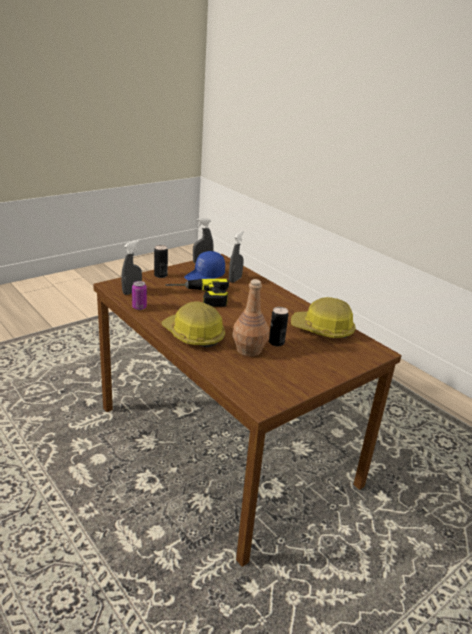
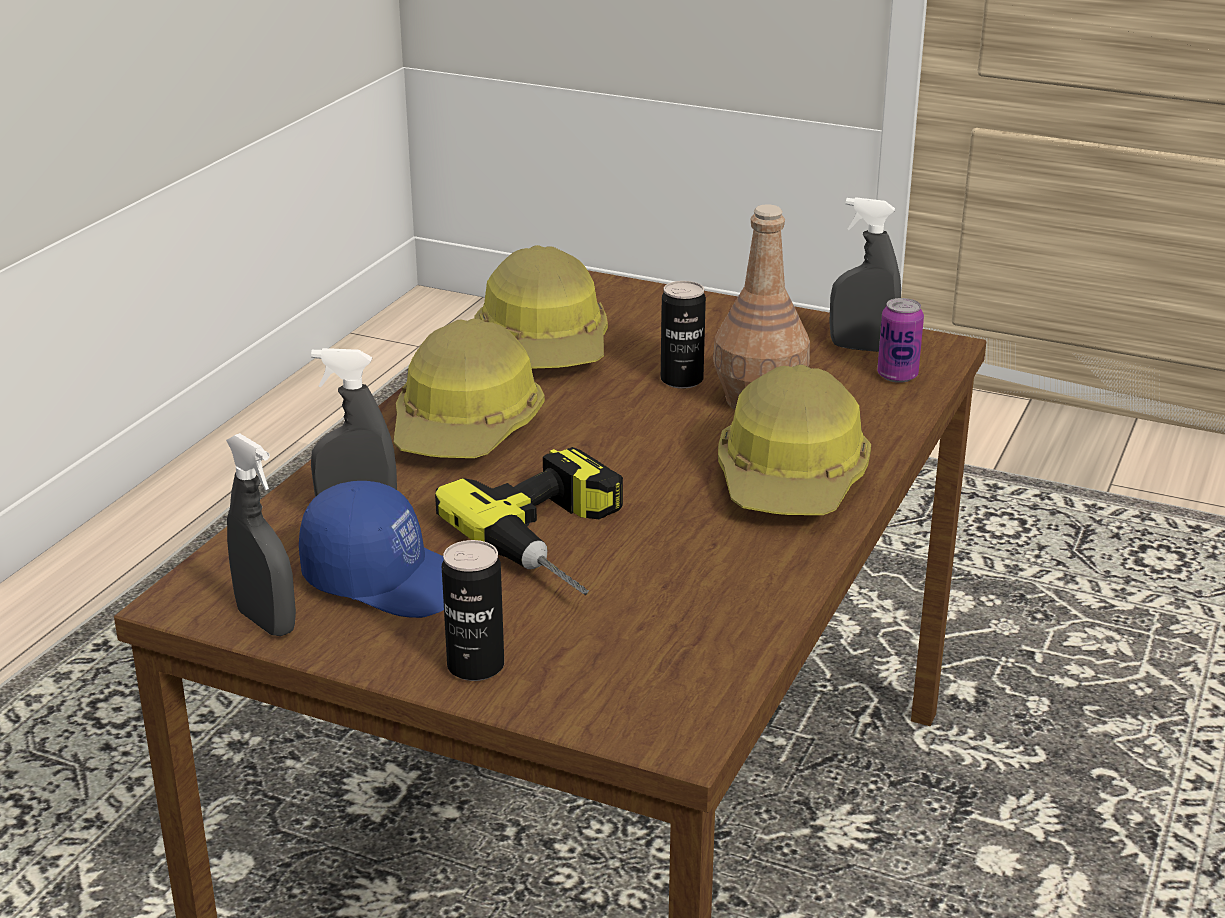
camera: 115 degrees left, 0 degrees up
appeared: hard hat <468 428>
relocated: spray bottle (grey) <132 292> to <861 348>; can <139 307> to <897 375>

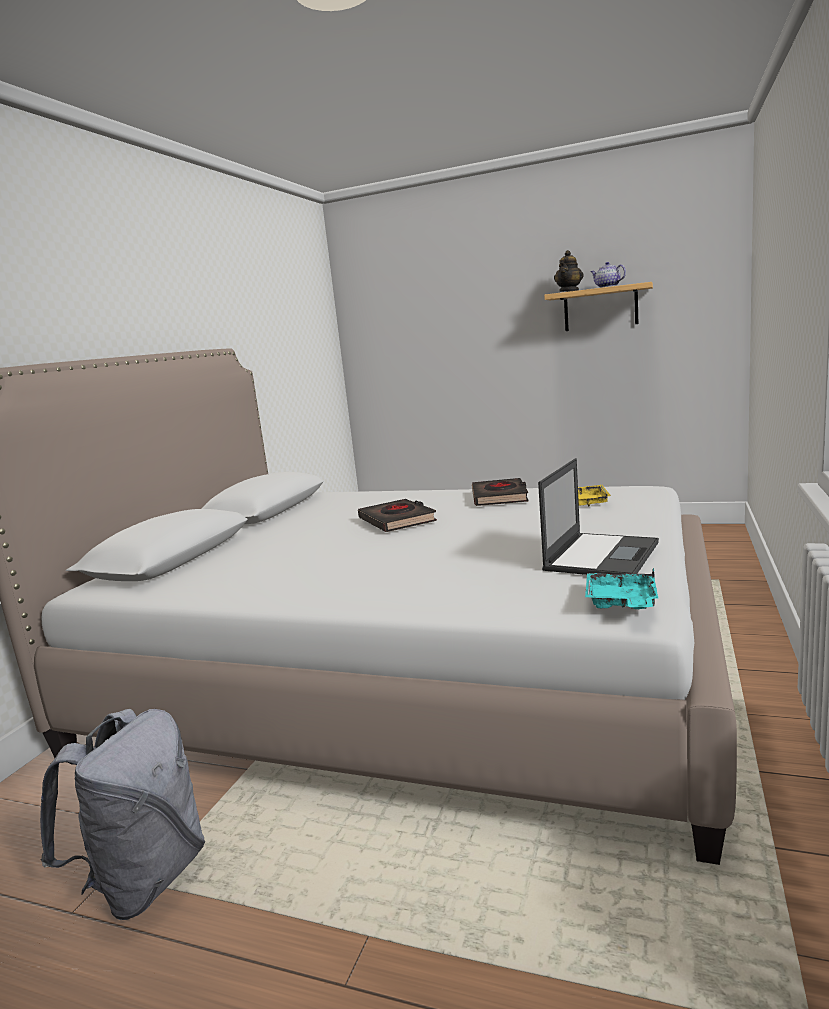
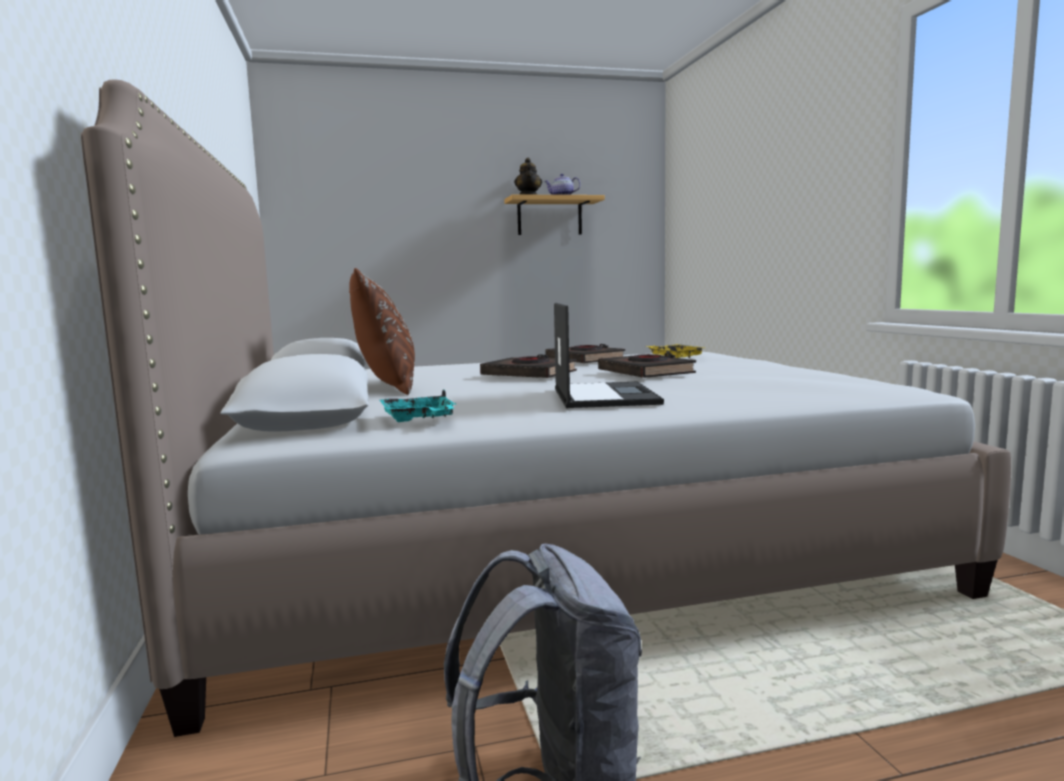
camera: 35 degrees left, 5 degrees down
appeared: pillow (brown) <386 387>; book (black) <646 373>
relocated: laptop <602 555> to <603 396>; tray (turquoise) <621 603> to <419 420>

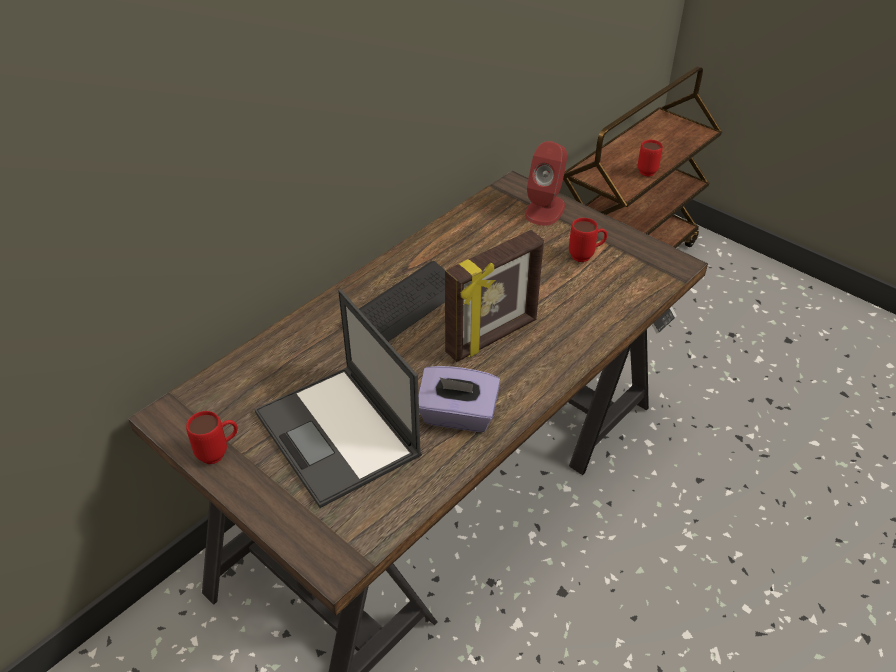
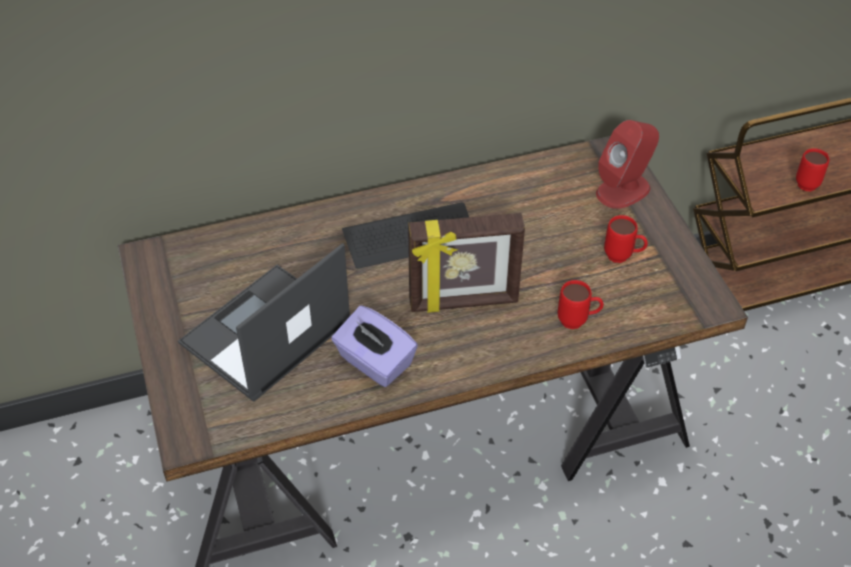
camera: 30 degrees right, 5 degrees up
relocated: mug (red) <219 453> to <578 322>
spun: laptop <338 435> = <265 334> 45 degrees clockwise

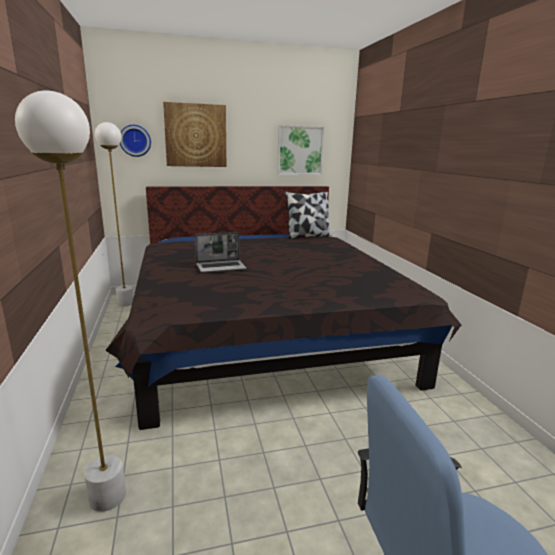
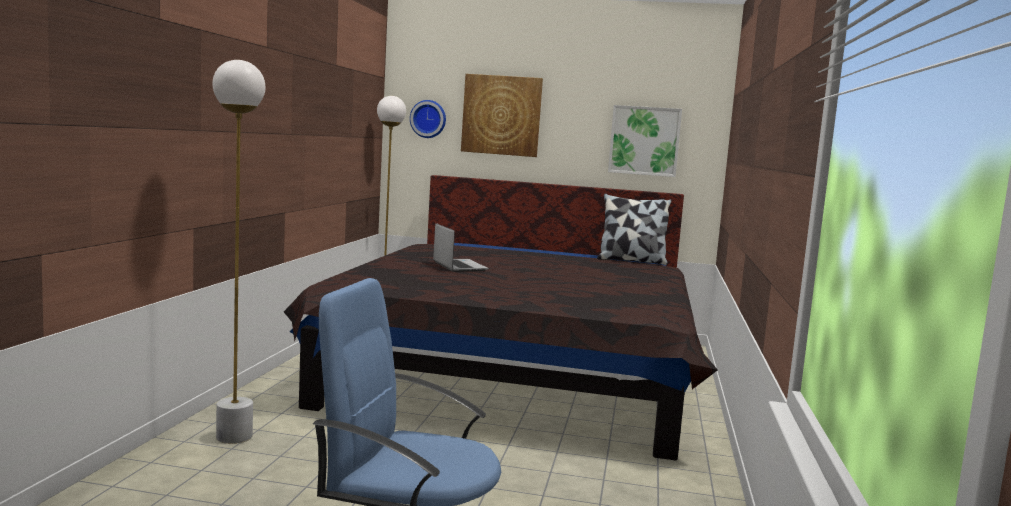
camera: 25 degrees right, 10 degrees down
spun: laptop <221 267> = <458 266> 120 degrees counterclockwise

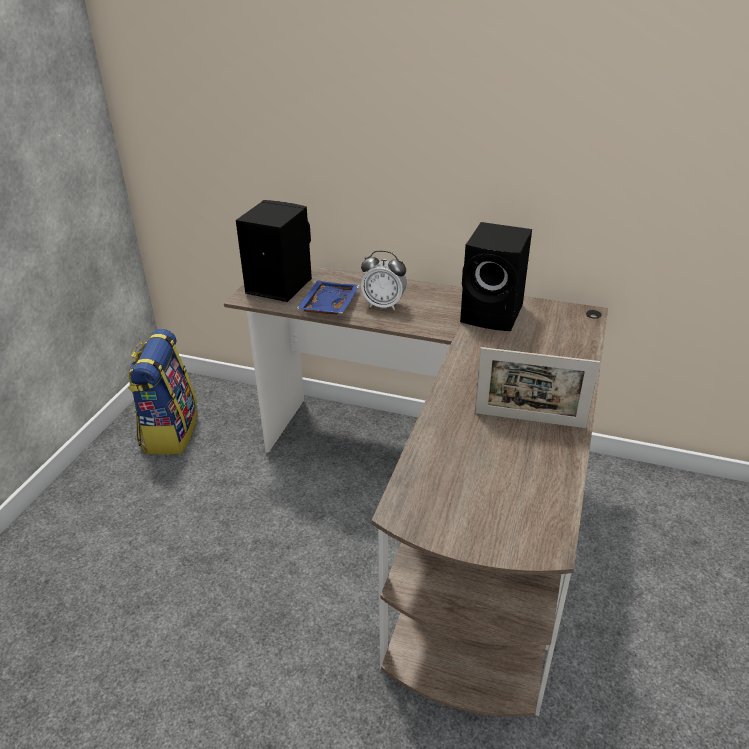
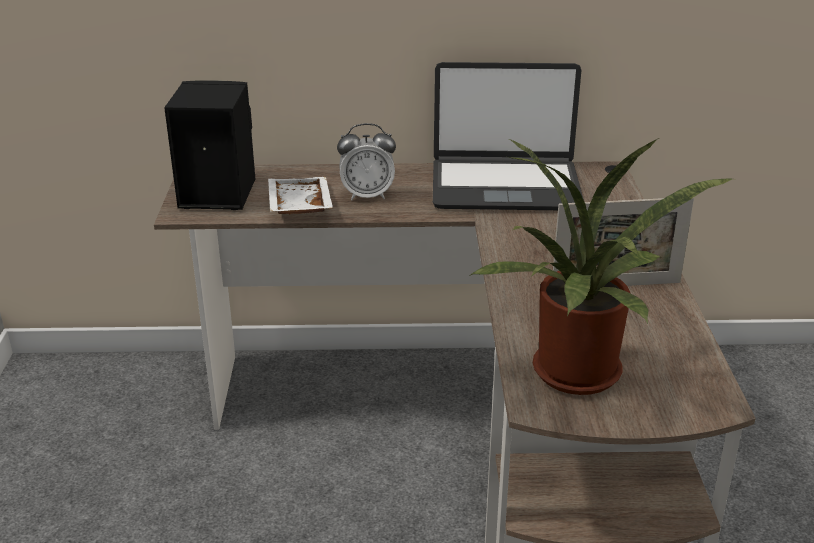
camera: 20 degrees left, 5 degrees down
missing: backpack <169 432>
appeared: potted plant <577 378>
exchanged: speaker (black) <494 314> to laptop <505 186>
colour: tray (blue) <328 306> to tray (white) <297 207>

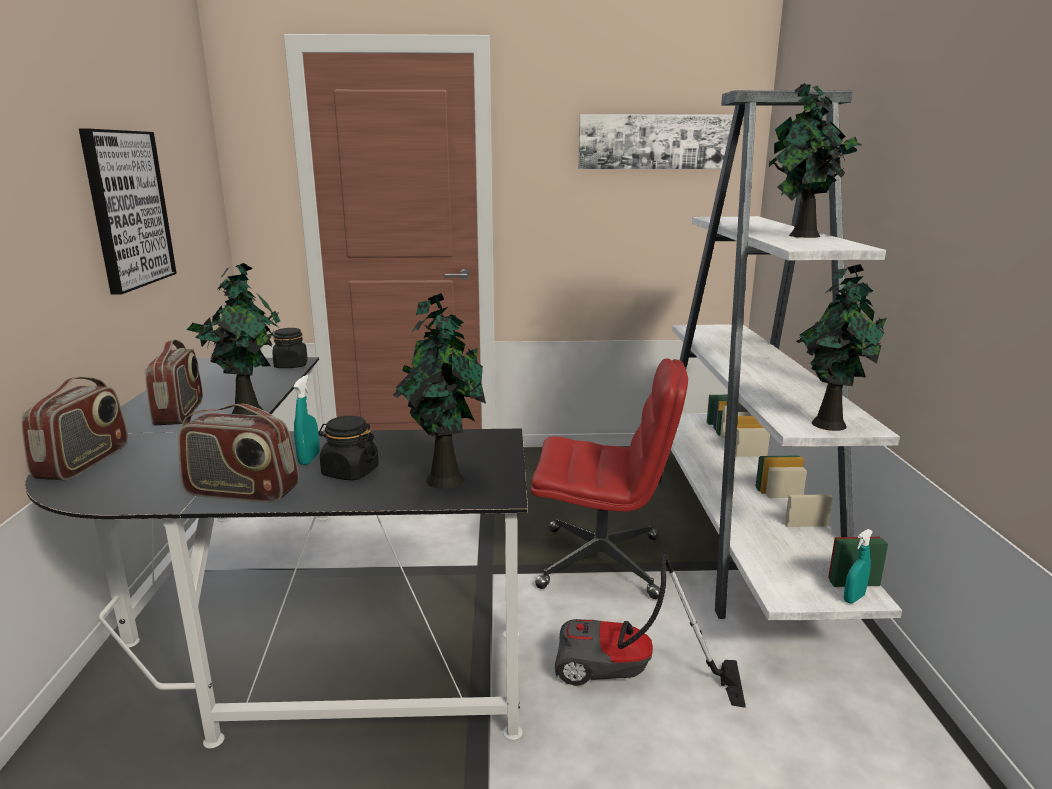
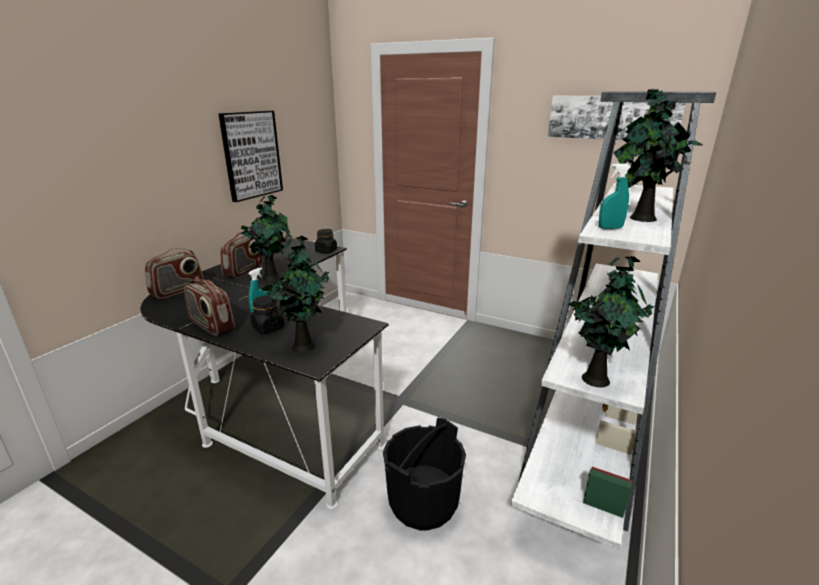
camera: 30 degrees right, 5 degrees up
missing: office chair (red) <602 562>
relocated: spray bottle (turquoise) <854 598> to <610 228>
exchanged: vacuum cleaner <629 677> to bucket (black) <423 502>

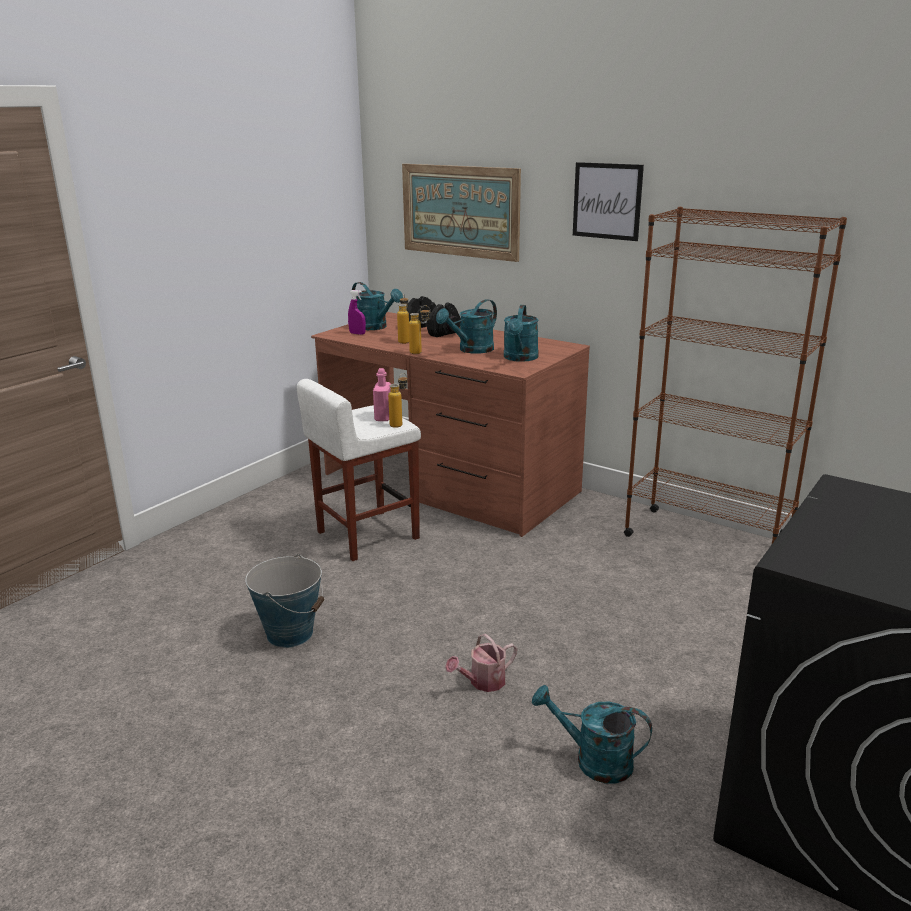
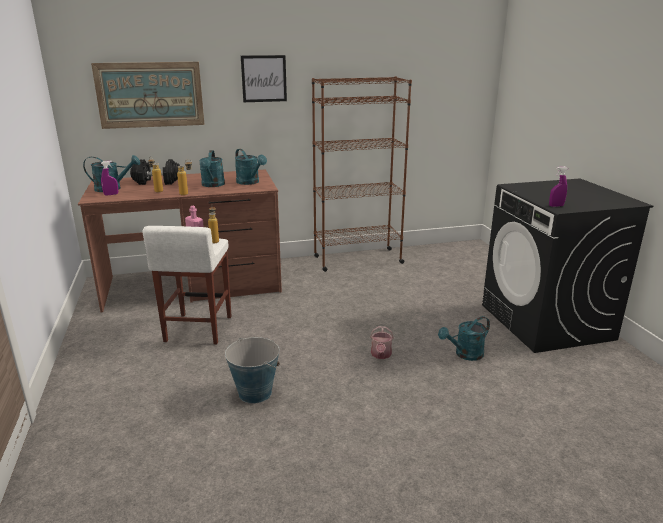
camera: 50 degrees left, 0 degrees up
appeared: spray bottle (purple) <556 206>

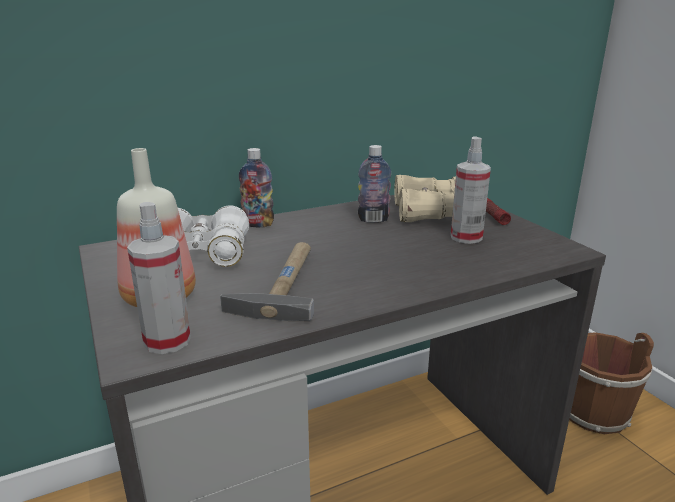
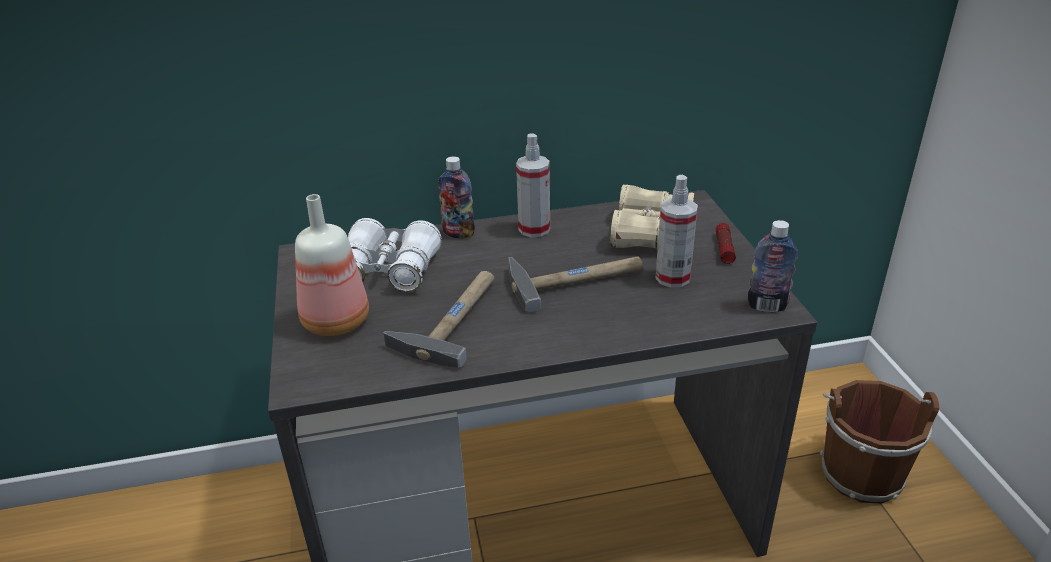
camera: 15 degrees right, 10 degrees up
appeared: hammer <576 279>
relocated: bottle <373 219> to <767 306>; spray bottle <167 341> to <534 229>

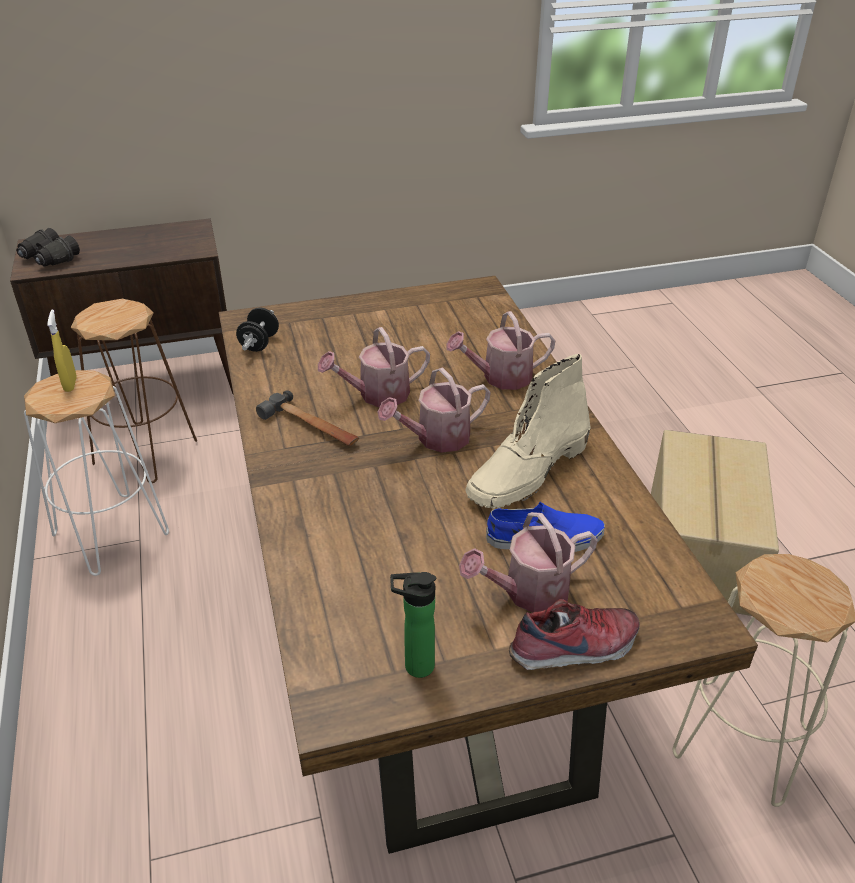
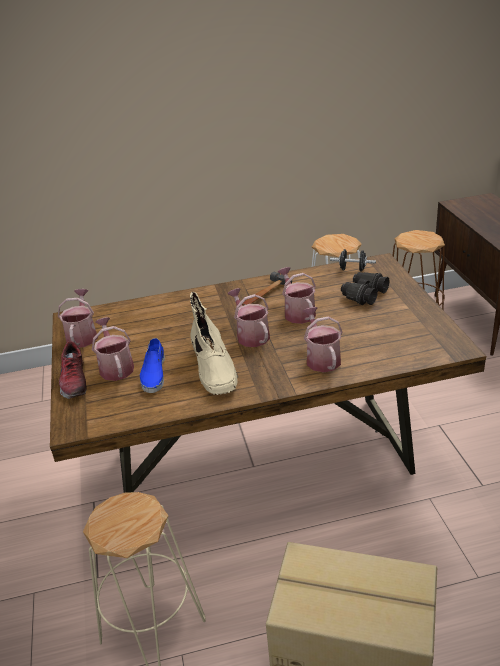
camera: 95 degrees right, 5 degrees down
missing: spray bottle (yellow) <70 384>
relocated: binoculars (black) <49 259> to <363 295>
exchanged: bottle <414 666> to watering can <82 335>
spun: boot (beige) <528 472> = <214 368> 150 degrees counterclockwise

